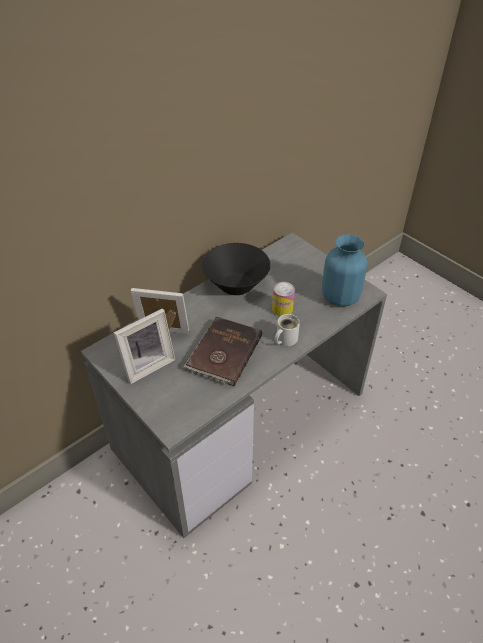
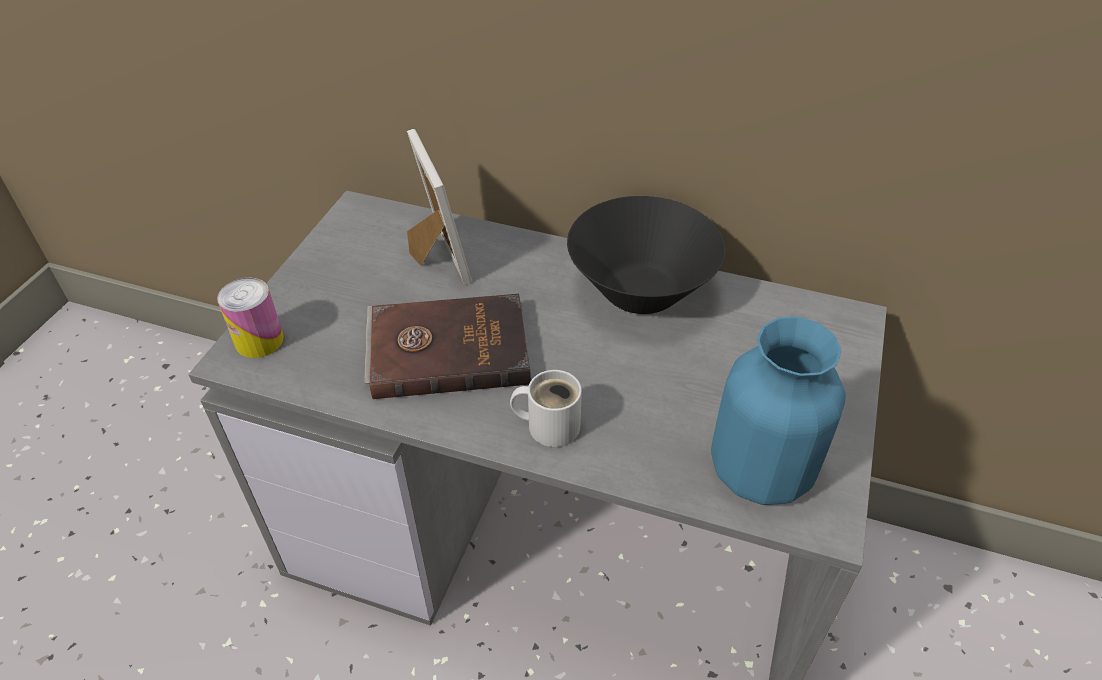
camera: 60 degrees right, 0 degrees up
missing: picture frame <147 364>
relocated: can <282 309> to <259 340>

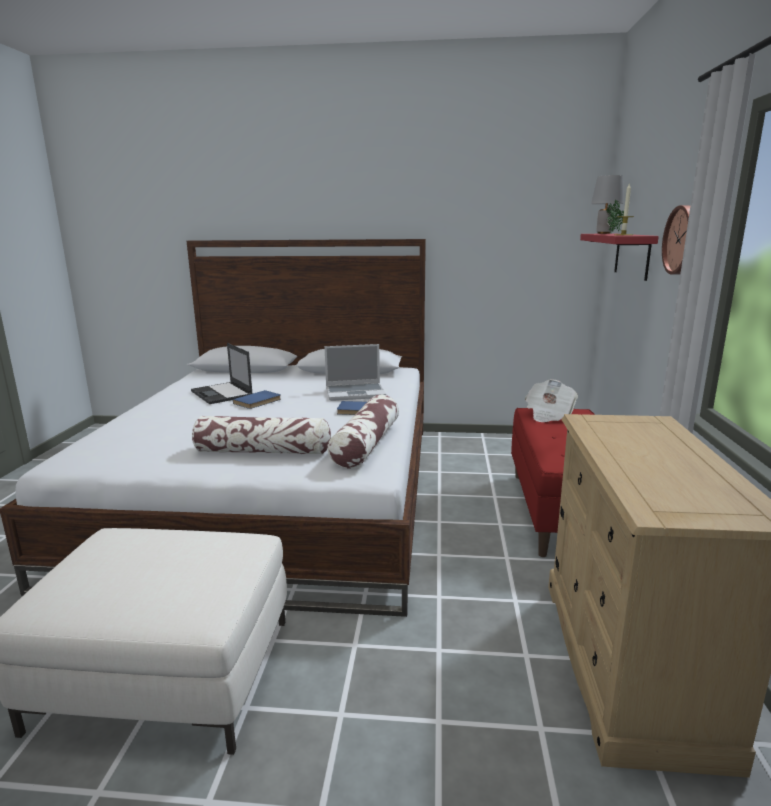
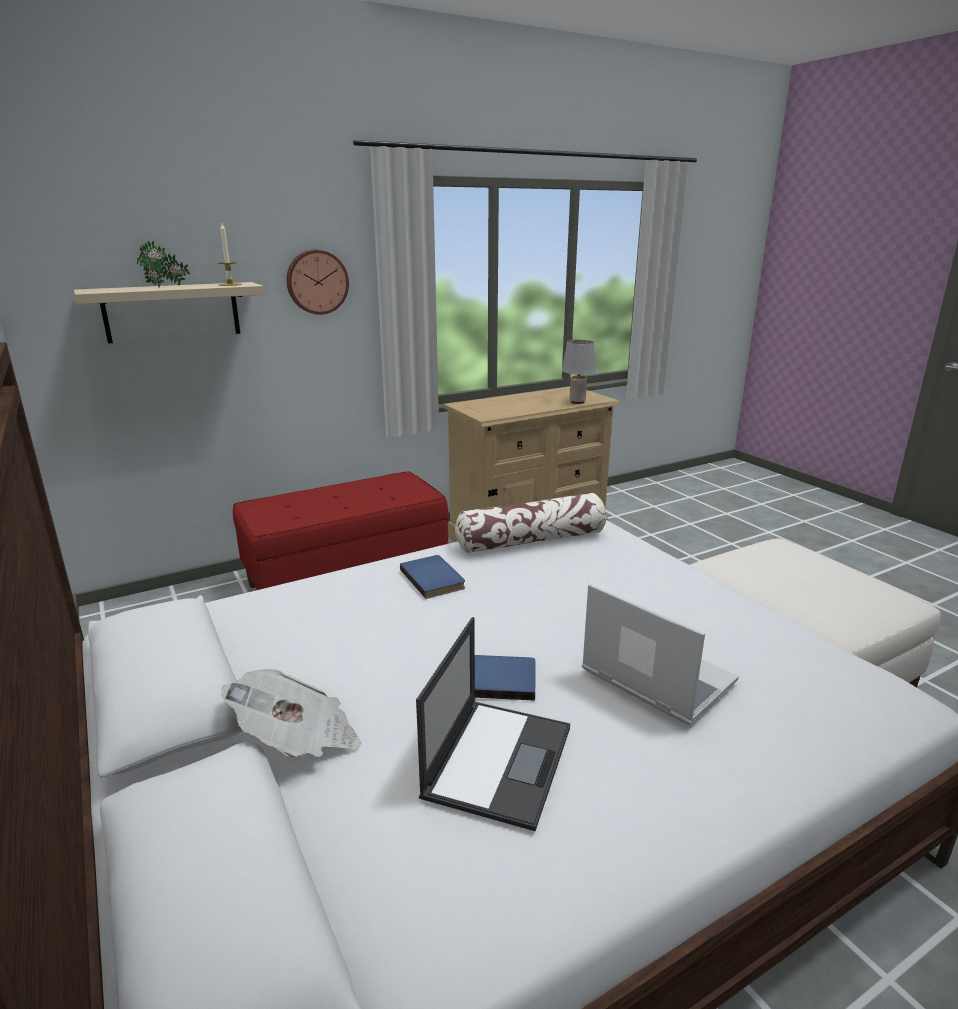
camera: 125 degrees left, 5 degrees up
missing: pillow <263 451>
relocated: table lamp (grey) <603 233> to <577 402>; laptop <356 393> to <654 677>; newspaper <548 414> to <299 740>
colour: shelf (red) <632 255> to shelf (beige) <172 312>

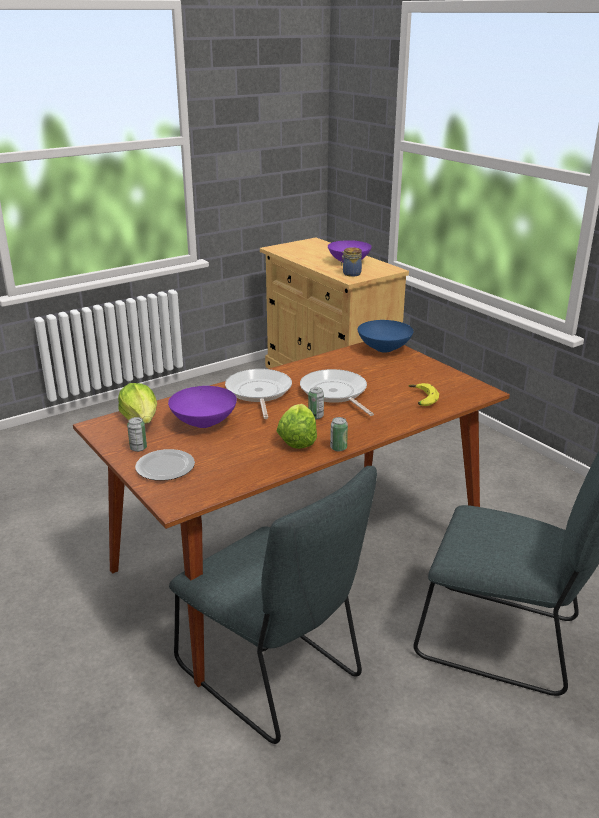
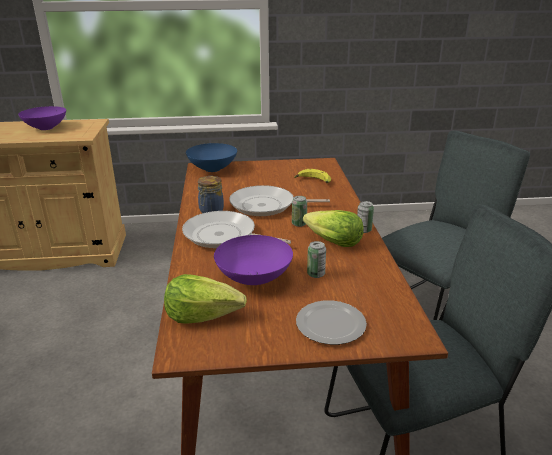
camera: 60 degrees left, 0 degrees up
relocated: jar <351 274> to <210 211>; can <138 448> to <316 274>

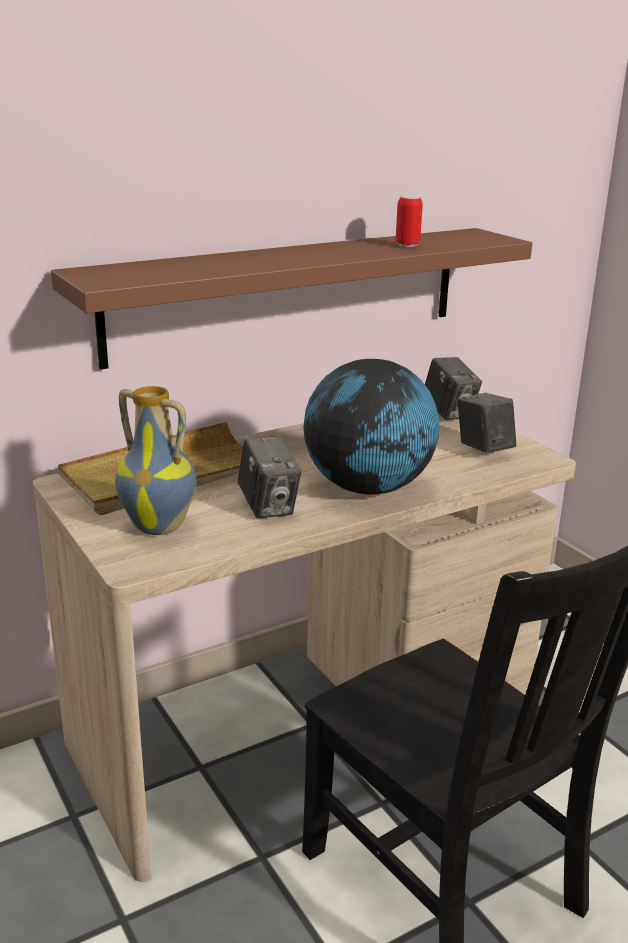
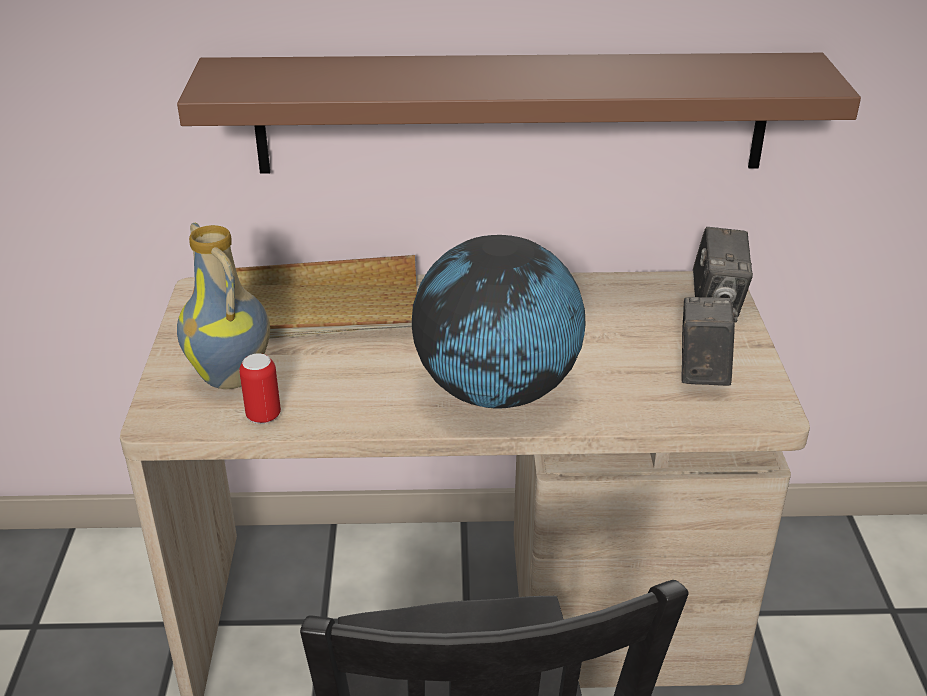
camera: 30 degrees right, 10 degrees up
missing: photo camera <268 507>
relocated: can <407 245> to <263 416>

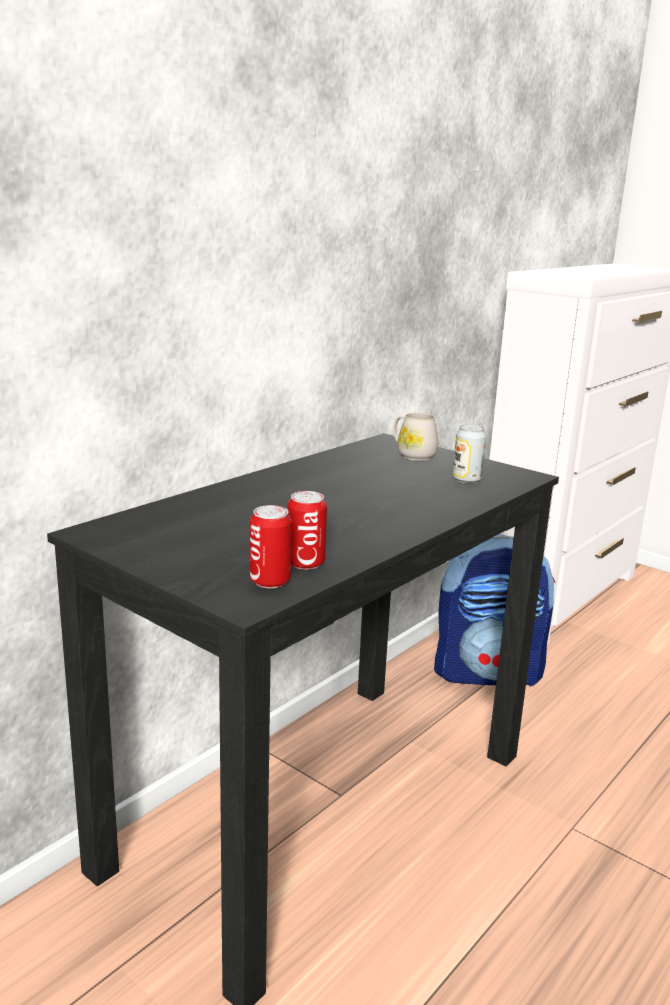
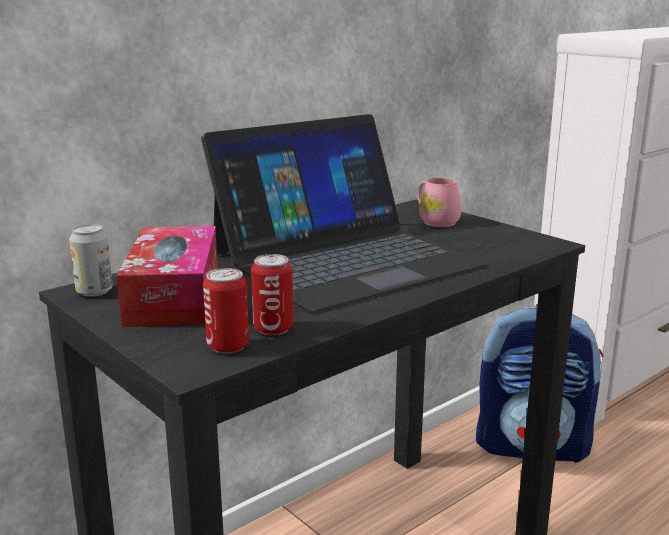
camera: 10 degrees right, 0 degrees up
appeared: laptop <344 258>; tissue box <174 295>
relocated: can <466 479> to <94 291>
colour: mug (white) <412 455> to mug (pink) <435 221>

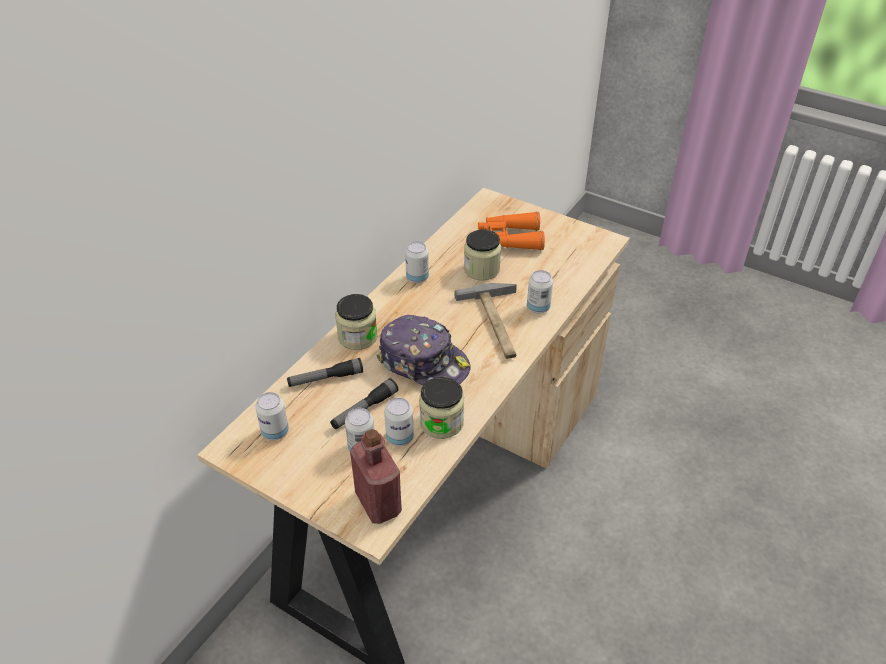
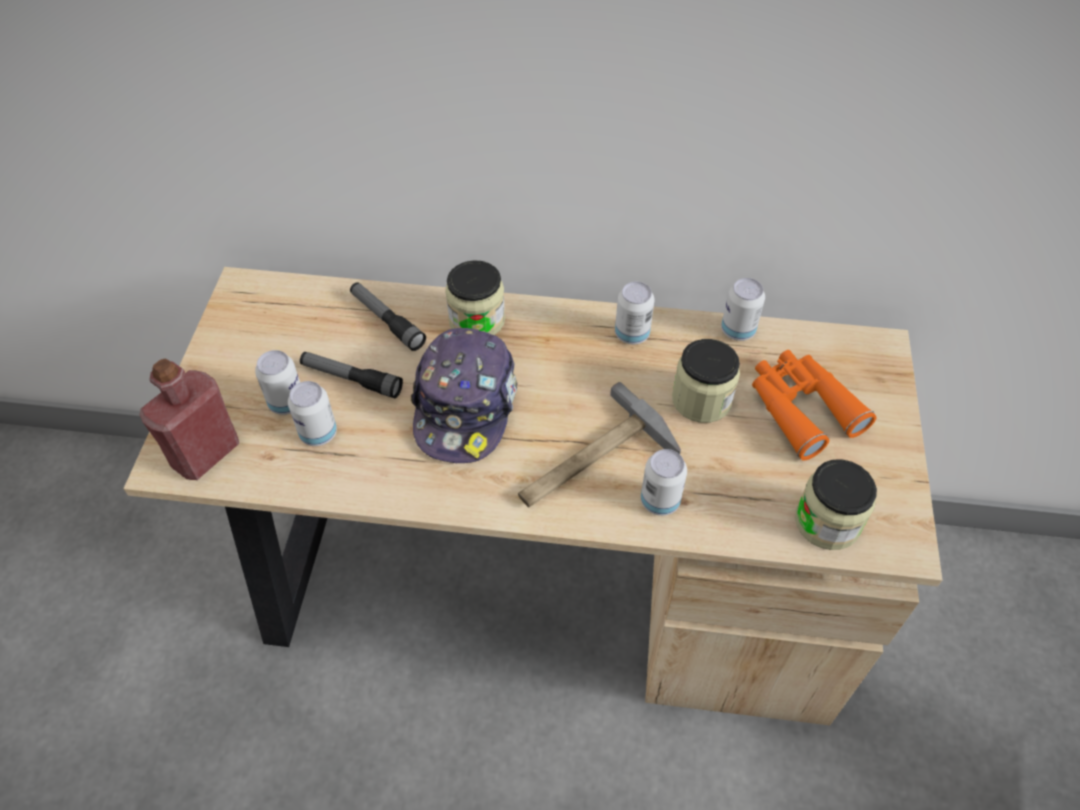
camera: 65 degrees right, 10 degrees up
relocated: jar <441 422> to <827 522>; can <275 432> to <737 330>

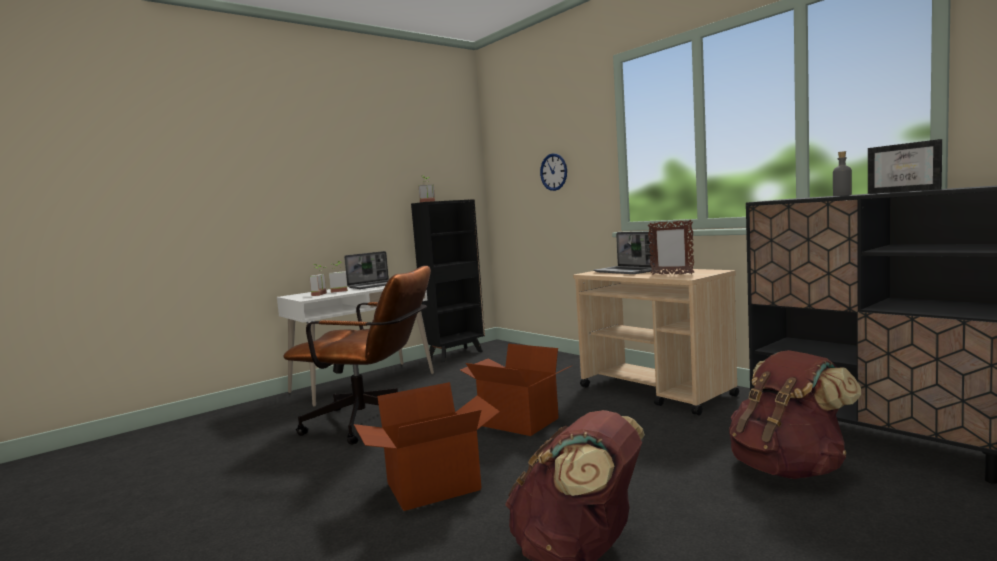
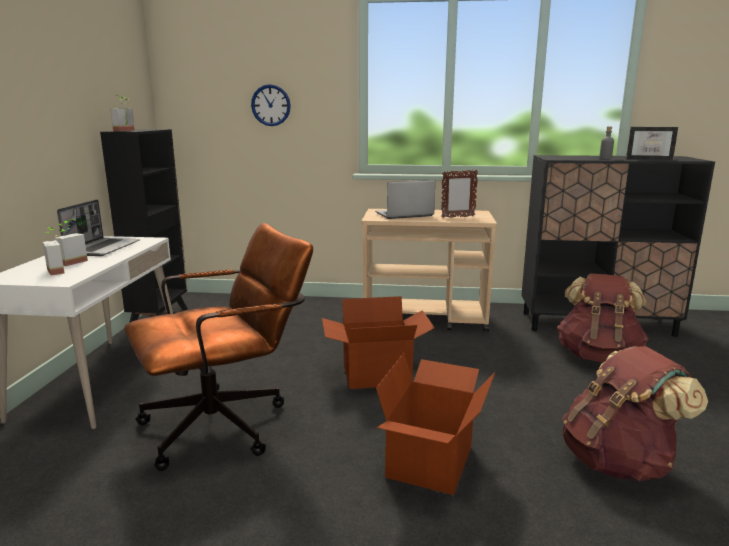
camera: 45 degrees left, 10 degrees up
spun: laptop <626 271> = <403 215> 150 degrees clockwise

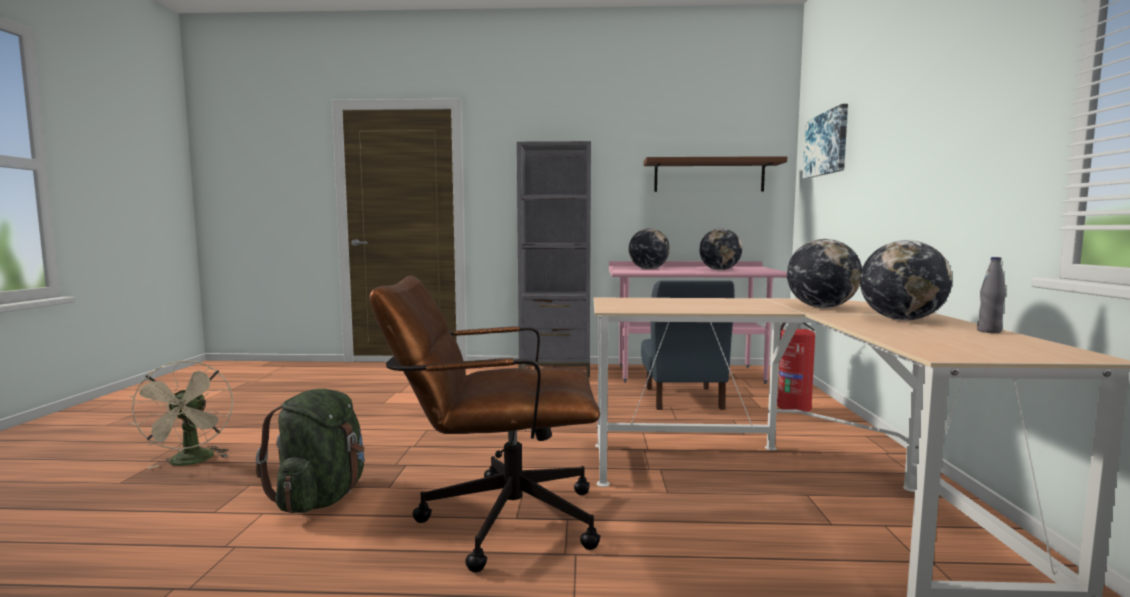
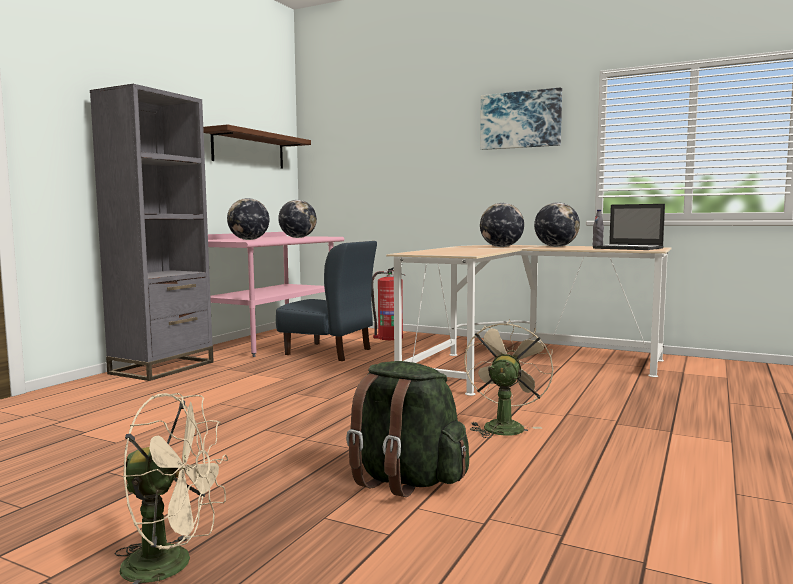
camera: 65 degrees left, 0 degrees up
appeared: laptop <629 248>
relocated: picture <826 144> to <520 120>
exchanged: office chair (brown) <494 519> to fan (beige) <504 426>

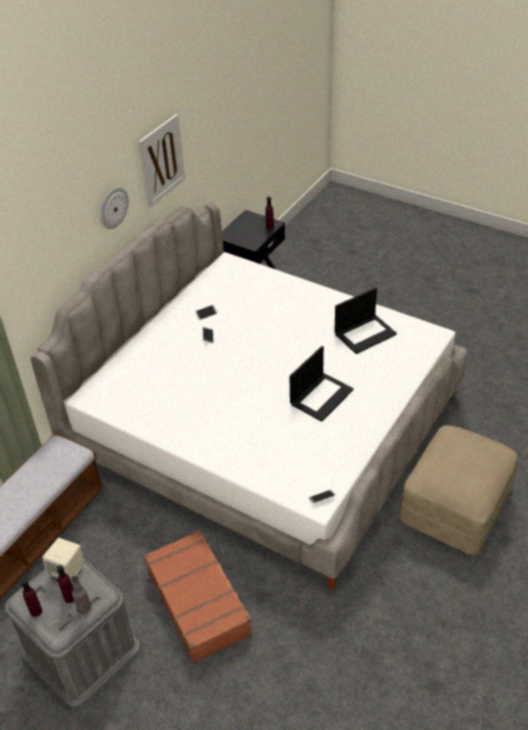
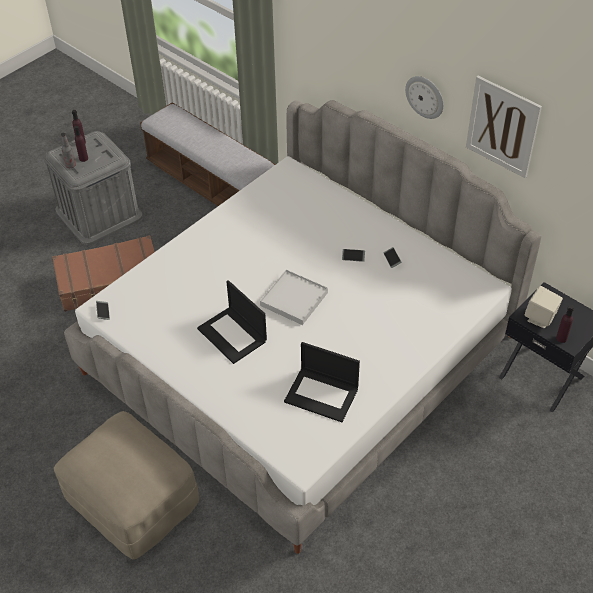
camera: 100 degrees right, 5 degrees up
appeared: tray (white) <294 299>
relocated: speaker (beige) <67 570> to <540 318>
spun: laptop <365 333> = <322 394> 45 degrees counterclockwise

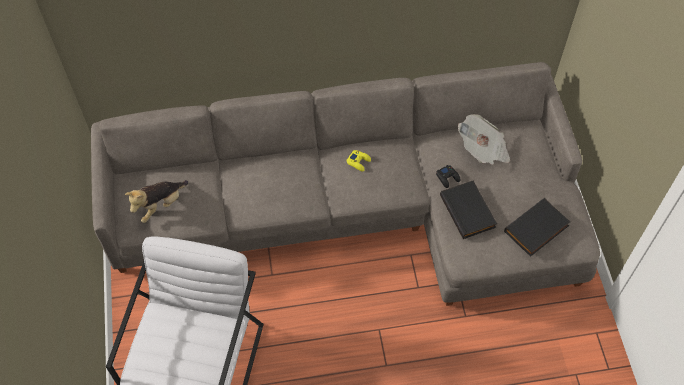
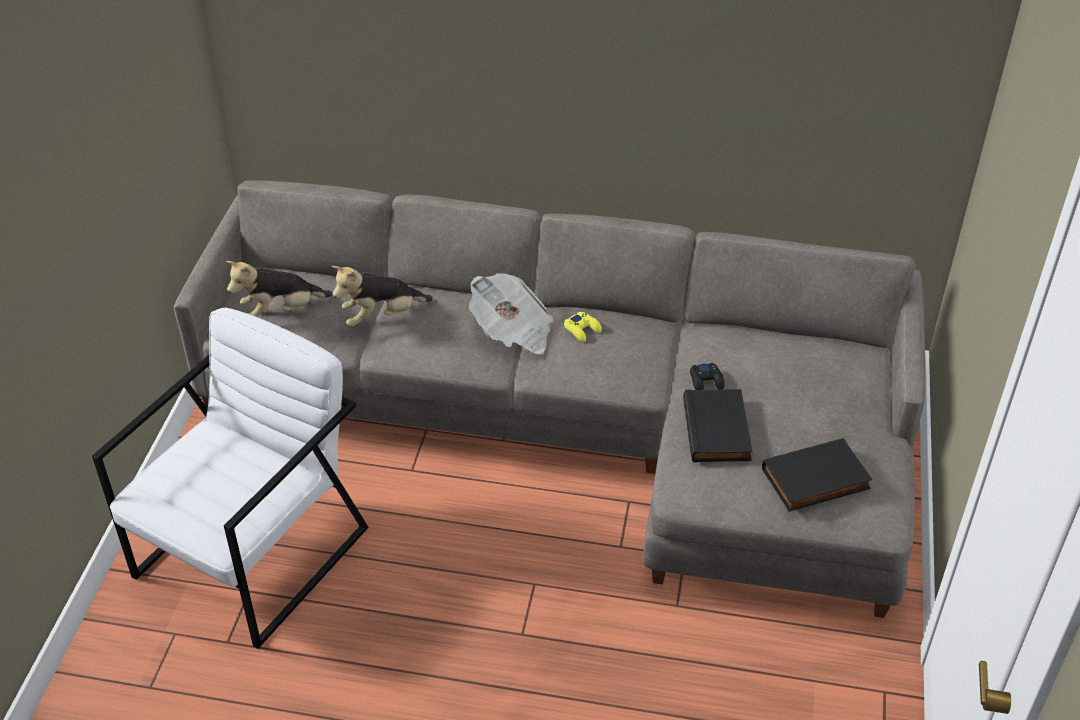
camera: 20 degrees right, 15 degrees down
appeared: plush toy <381 316>
relocated: newspaper <483 150> to <512 331>

